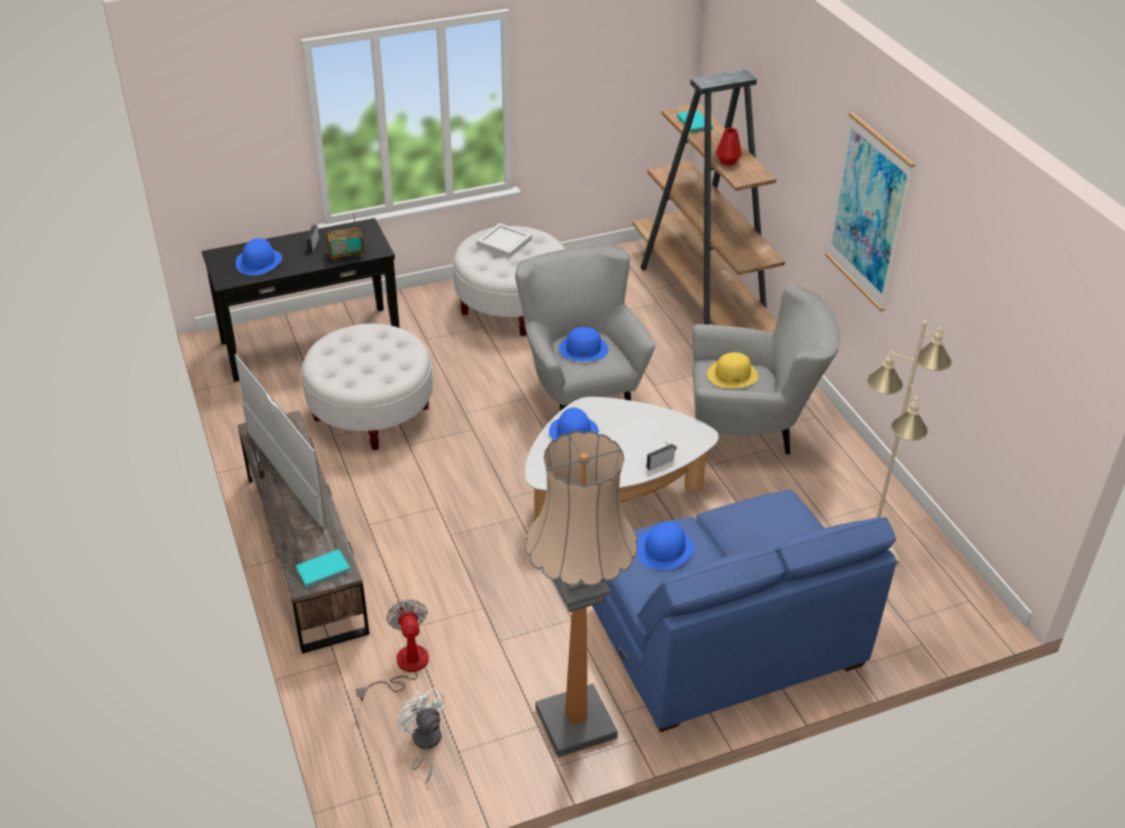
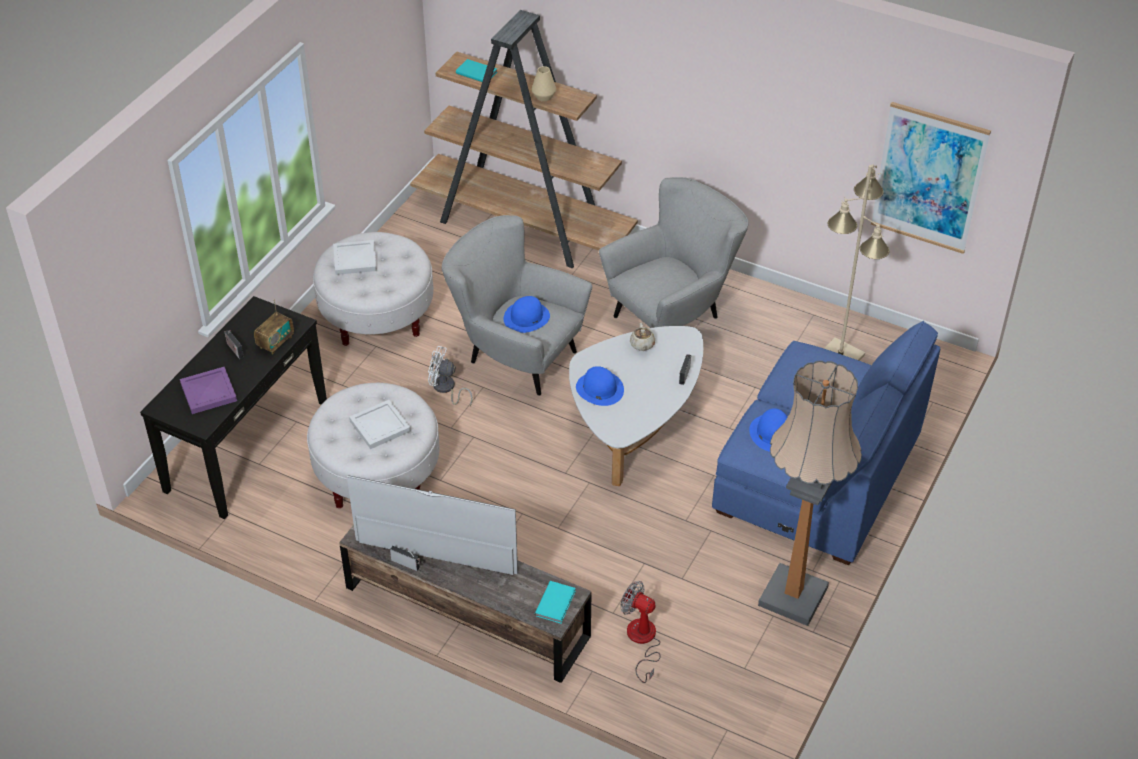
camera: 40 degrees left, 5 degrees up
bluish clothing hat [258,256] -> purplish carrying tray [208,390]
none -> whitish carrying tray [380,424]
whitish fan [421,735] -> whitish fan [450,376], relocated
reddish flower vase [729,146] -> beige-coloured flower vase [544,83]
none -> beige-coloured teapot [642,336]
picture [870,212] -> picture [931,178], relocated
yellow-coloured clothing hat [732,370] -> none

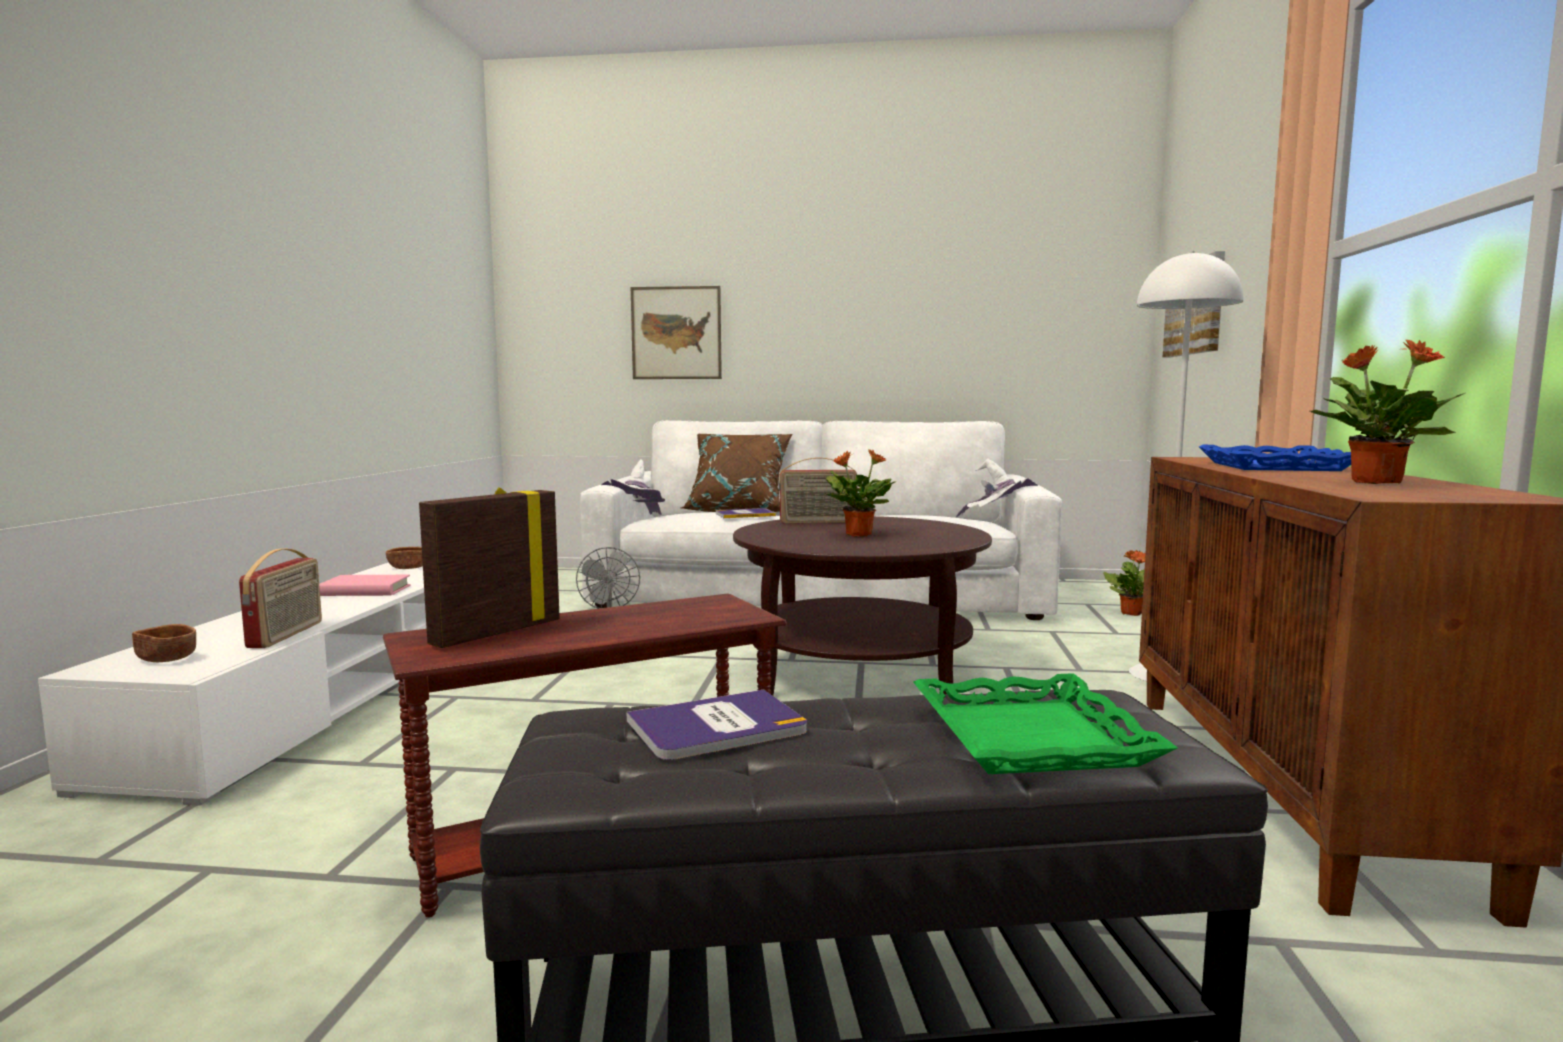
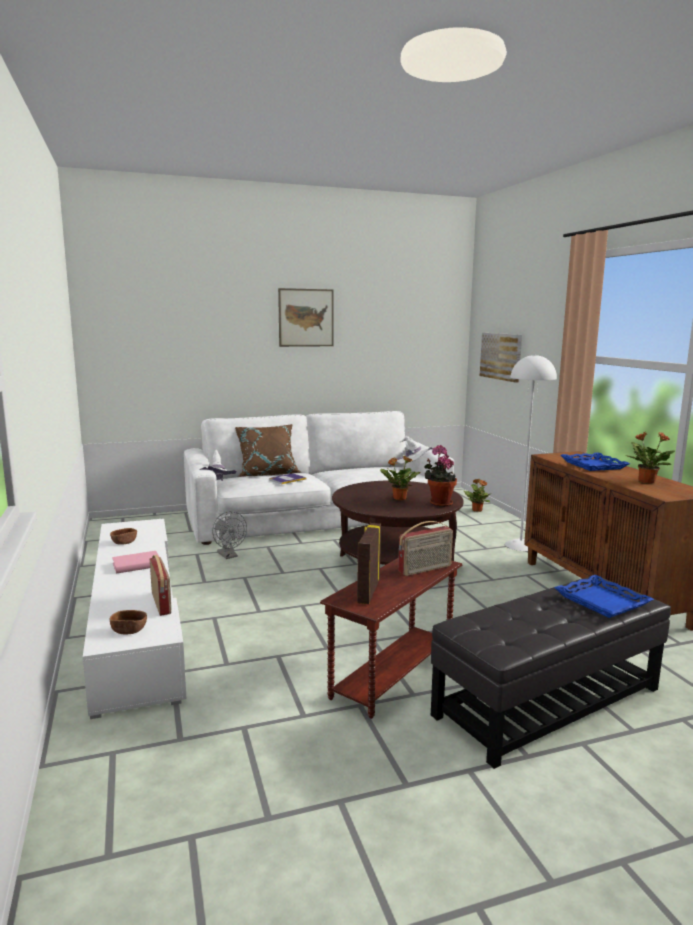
camera: 25 degrees left, 5 degrees up
picture [676,332] -> picture [306,317], relocated
radio [818,491] -> radio [425,548], relocated
none -> houseplant [440,476]
green carrying tray [1045,723] -> bluish carrying tray [604,596]
book [717,724] -> none

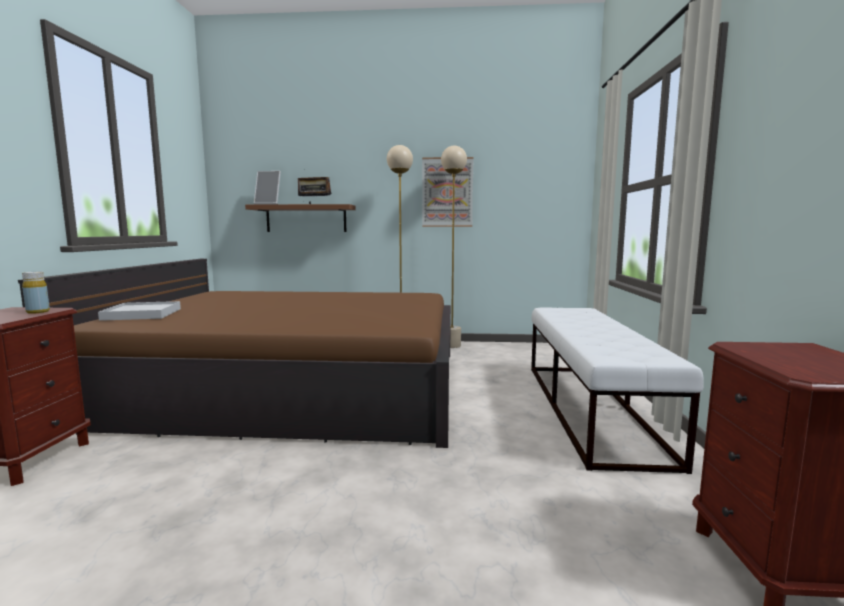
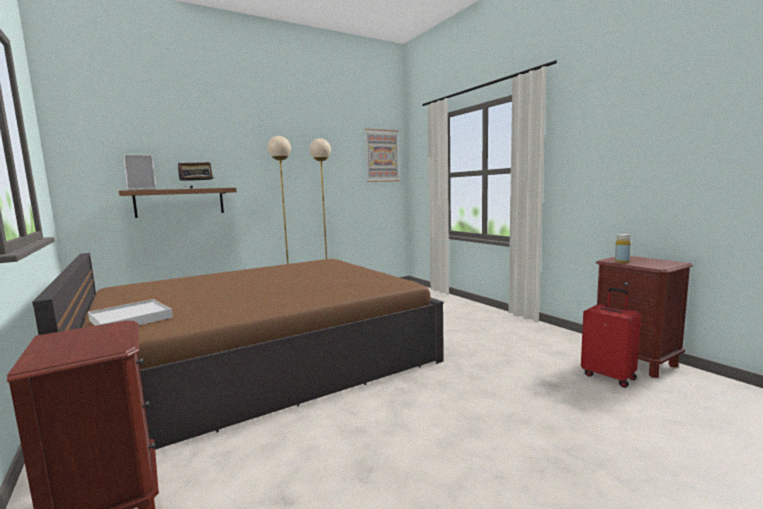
camera: 35 degrees left, 0 degrees up
picture [447,192] -> picture [382,155], relocated
none -> reddish travel case [611,338]
yellow-coloured beverage bottle [36,293] -> yellow-coloured beverage bottle [623,248], relocated
whitish long seat [617,391] -> none

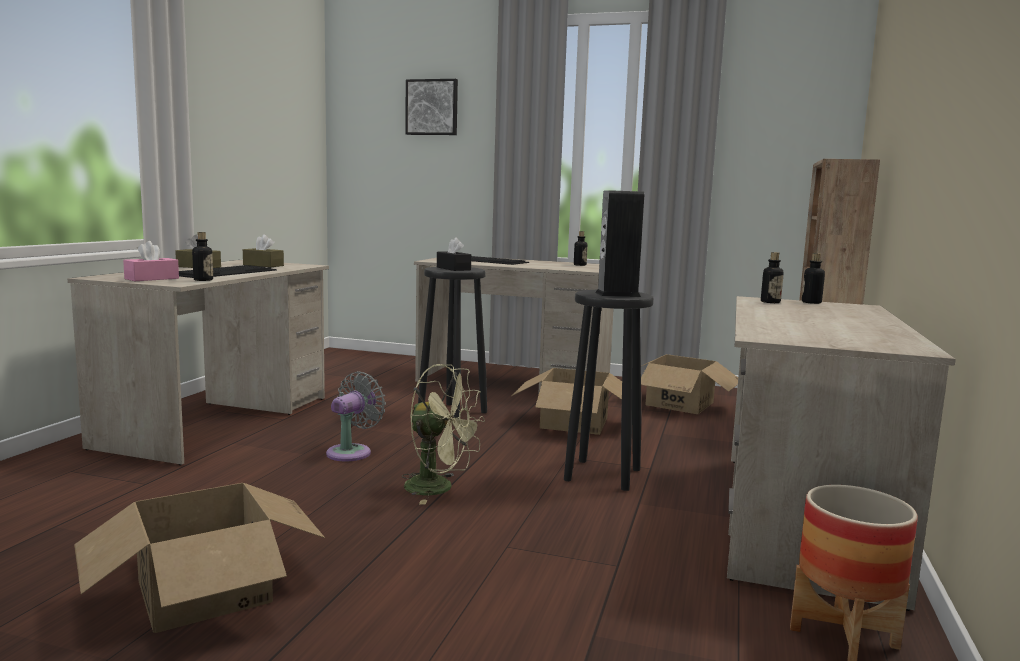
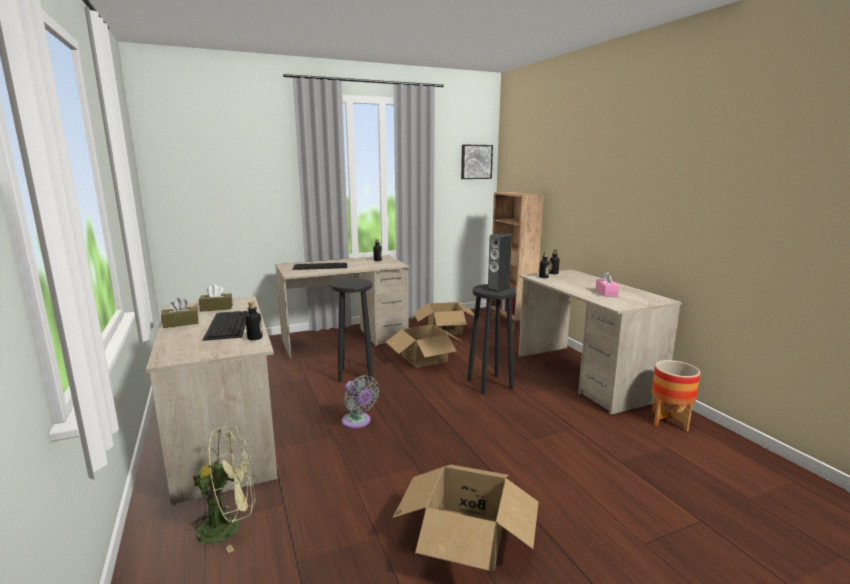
camera: 40 degrees left, 5 degrees up
green fan [443,434] -> green fan [220,489], relocated
greyish fan [356,416] -> greyish fan [361,402], 150 degrees clockwise
picture [431,107] -> picture [477,162], relocated
pinkish box of tissues [151,261] -> pinkish box of tissues [607,284], relocated
black box of tissues [454,254] -> none

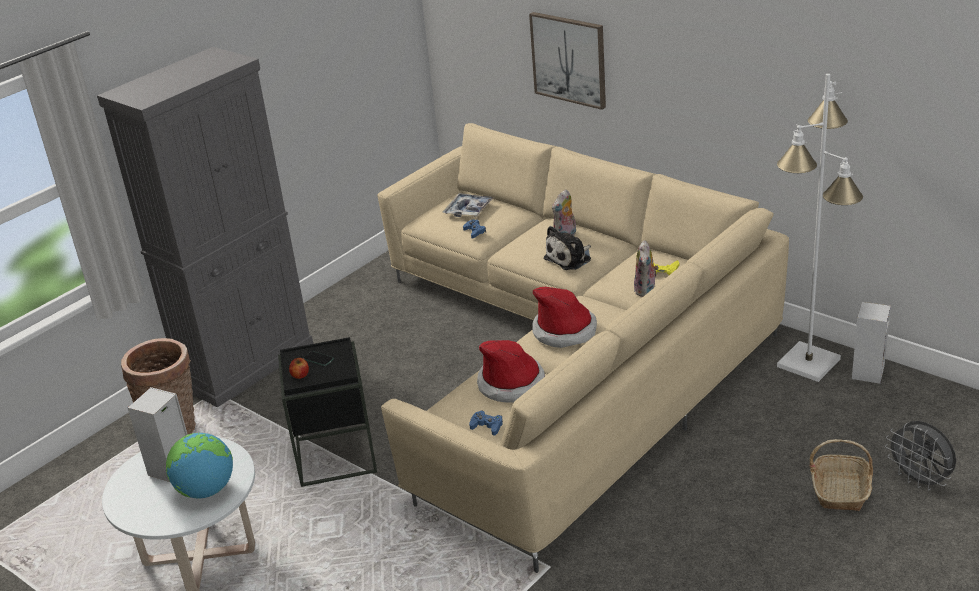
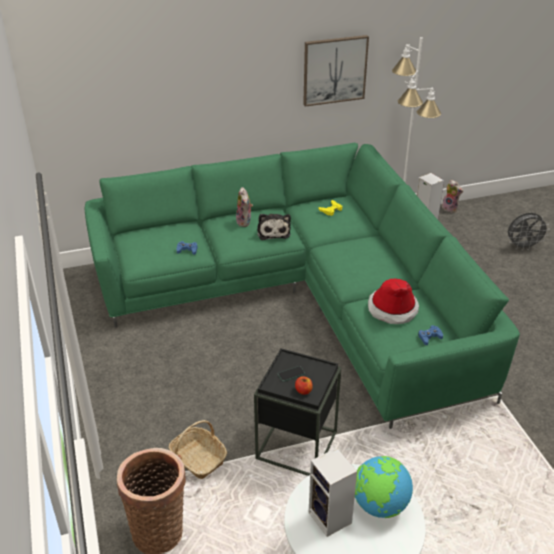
camera: 60 degrees left, 5 degrees up
beige-coloured couch [583,348] -> green couch [302,286]
household basket [841,475] -> household basket [197,449], relocated
picture [567,61] -> picture [336,71], relocated
soft toy [646,268] -> soft toy [452,196], relocated
greyish cabinet [205,227] -> none
carrying tray [468,205] -> none
clothing hat [565,317] -> none

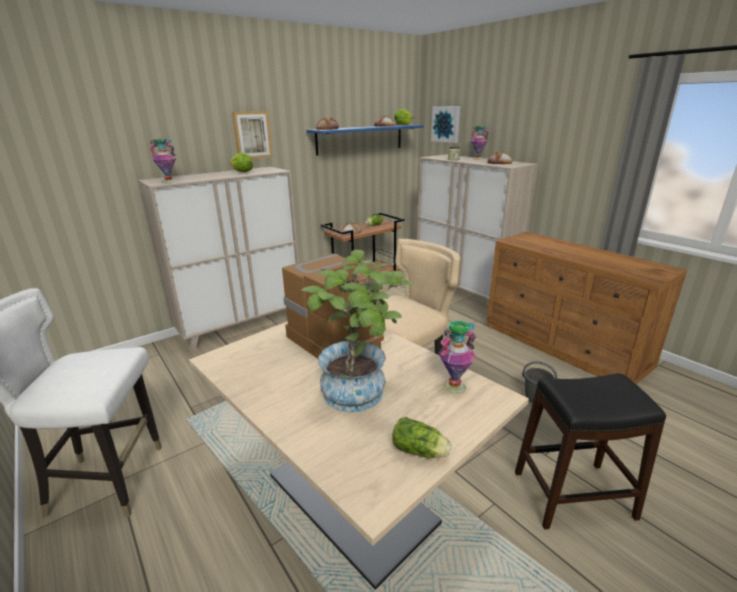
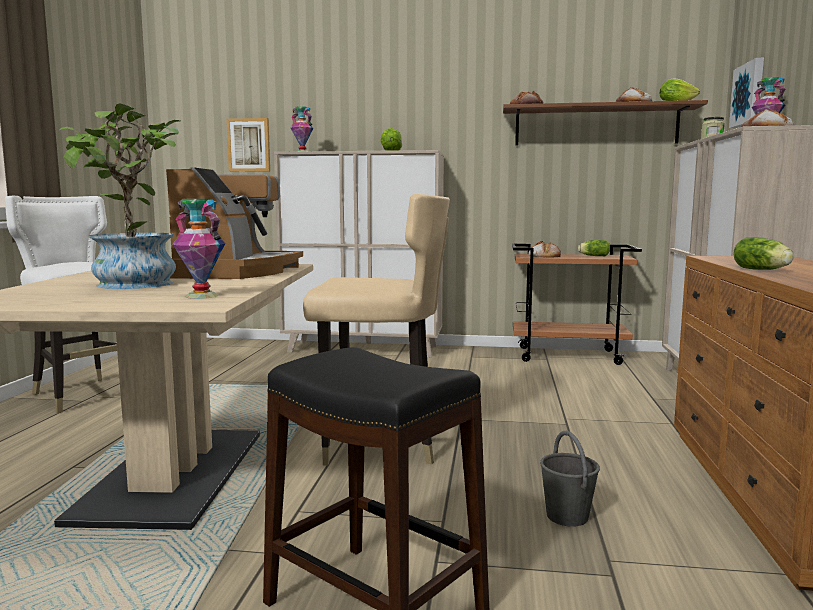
camera: 45 degrees right, 15 degrees down
picture [252,135] -> picture [248,145], relocated
bluish wall shelf [365,140] -> brown wall shelf [605,122]
lettuce head [422,437] -> lettuce head [763,253], relocated

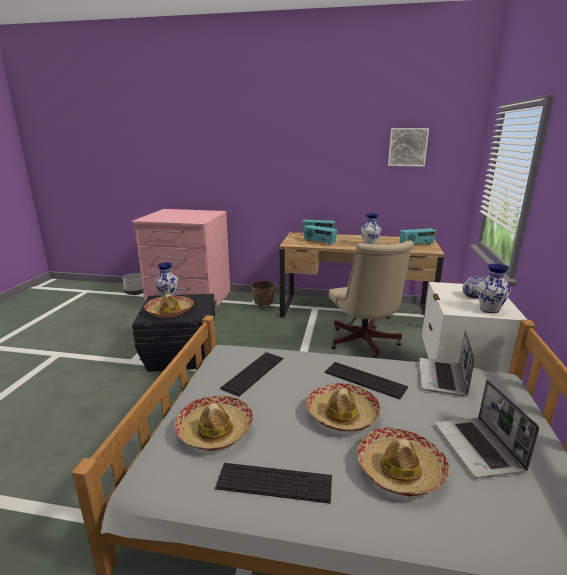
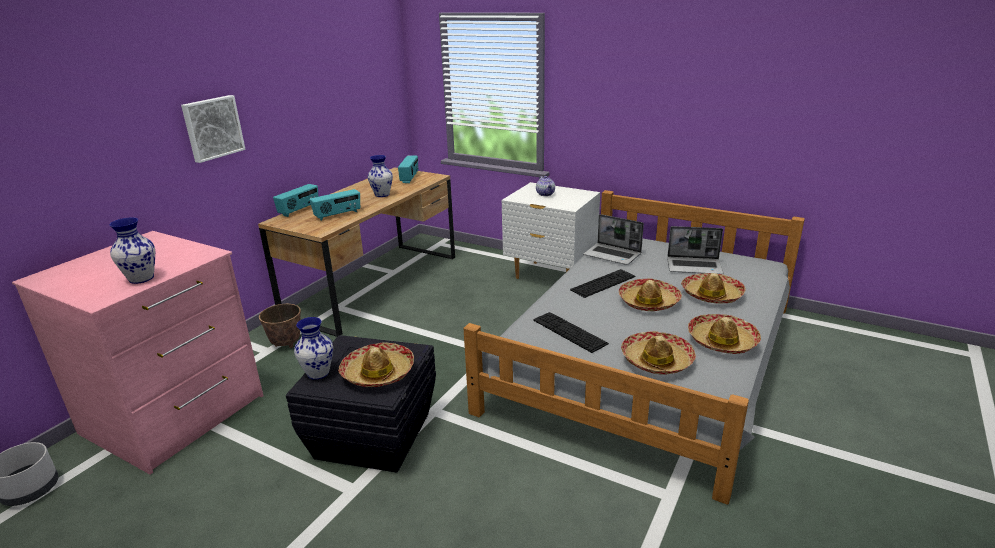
camera: 70 degrees left, 5 degrees up
flower vase [494,288] -> flower vase [132,251], relocated
picture [408,147] -> picture [213,129], relocated
PC keyboard [273,483] -> clothing hat [724,334]
beige-coloured desk chair [371,299] -> none

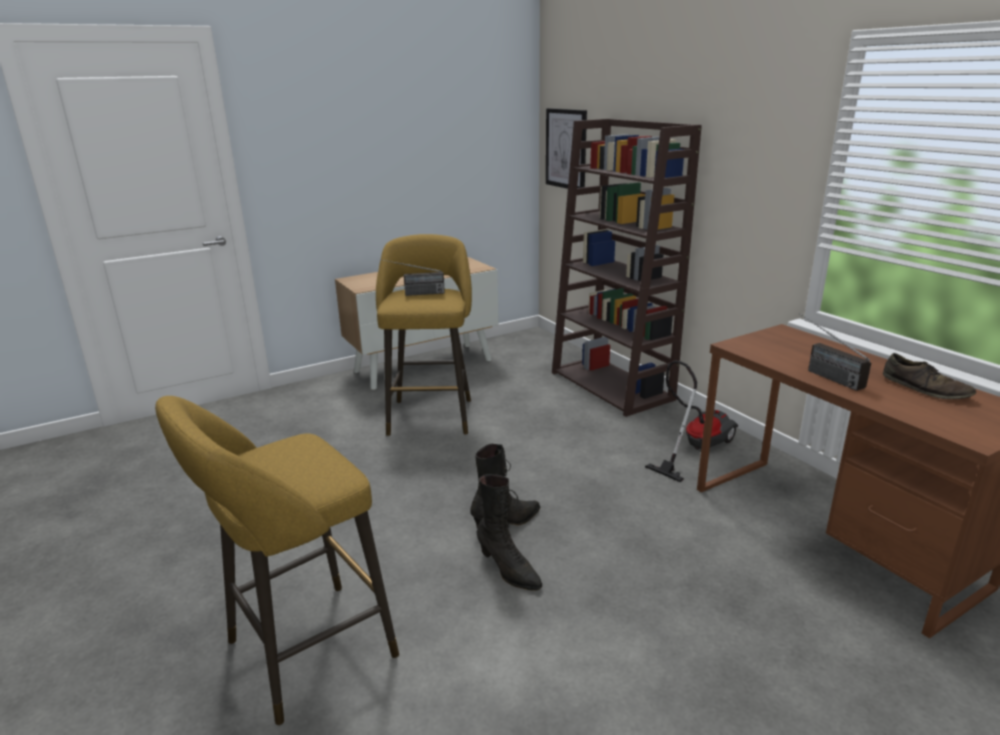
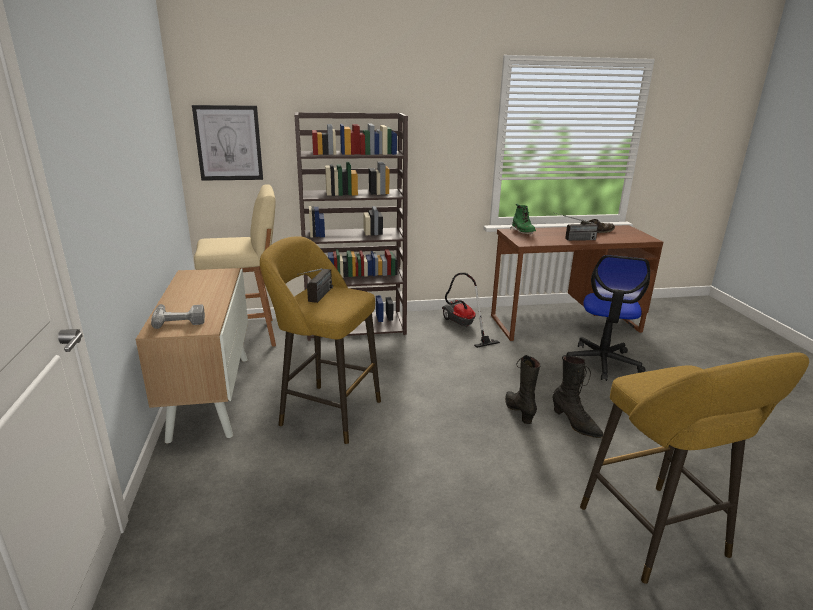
camera: 70 degrees left, 0 degrees up
none -> power drill [178,316]
none -> beige-coloured stool [235,265]
none -> green tall boot [523,219]
black tall boot [509,532] -> black tall boot [577,397], 75 degrees clockwise
none -> desk chair [606,318]

